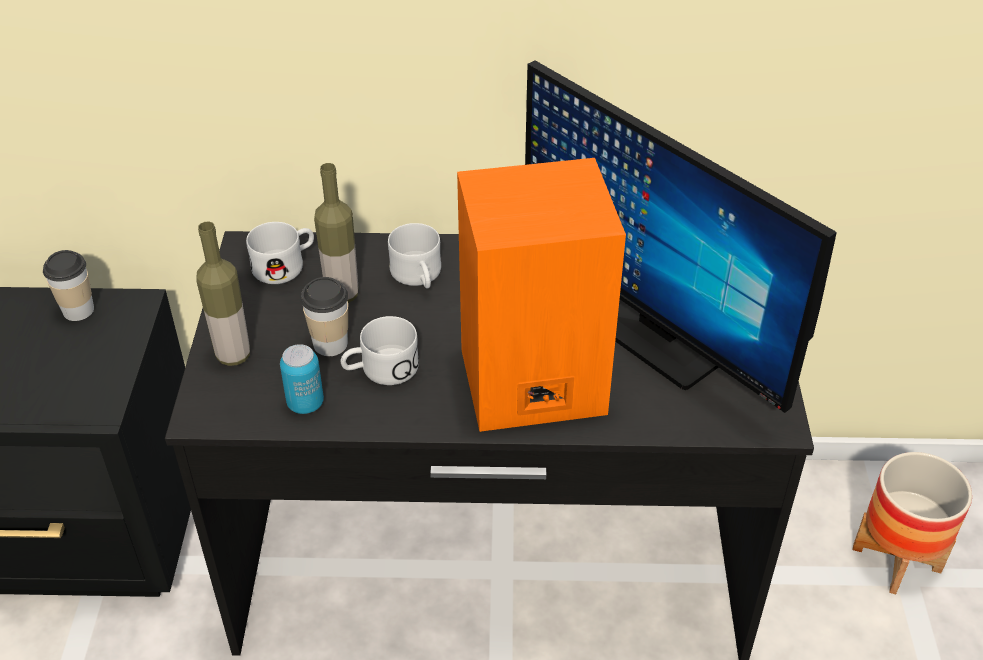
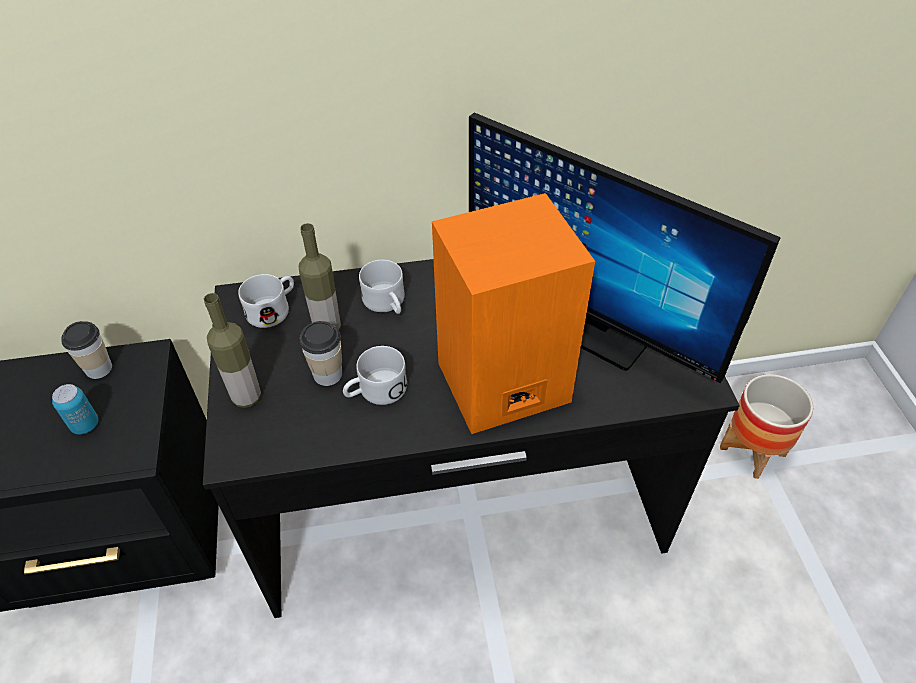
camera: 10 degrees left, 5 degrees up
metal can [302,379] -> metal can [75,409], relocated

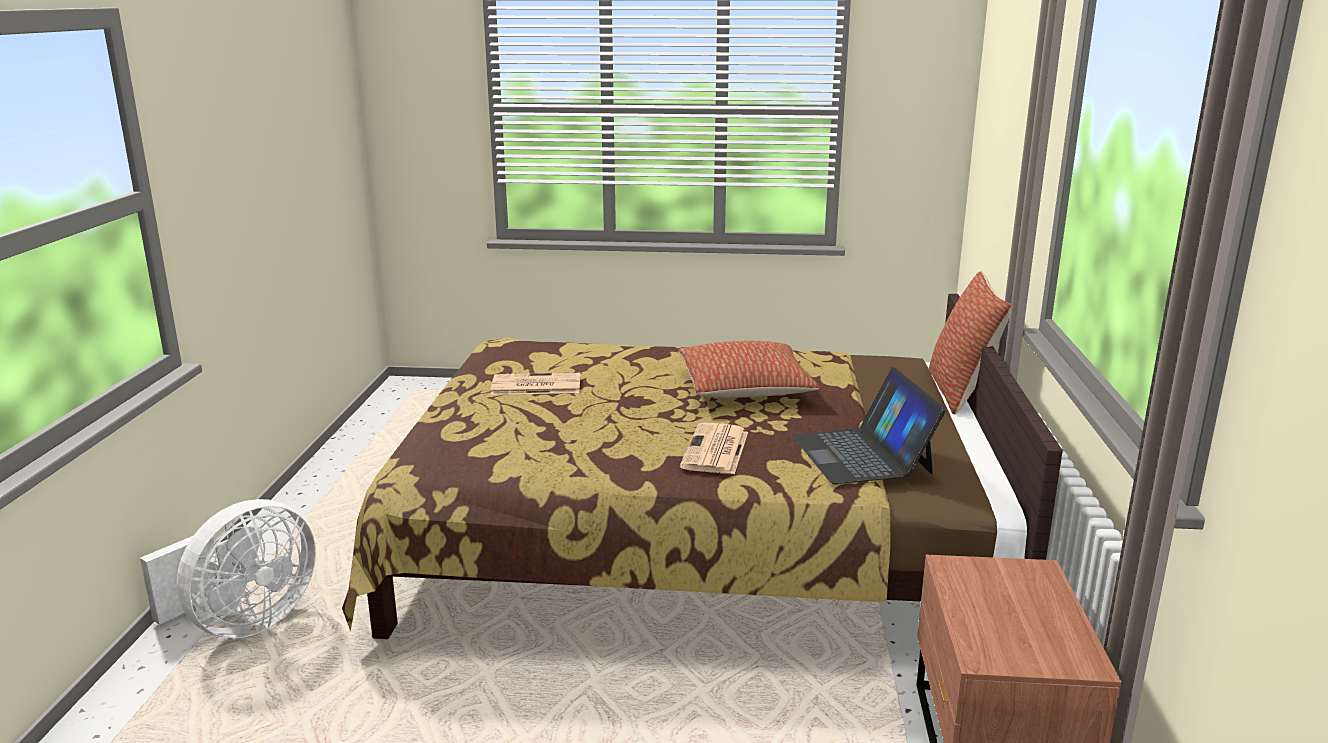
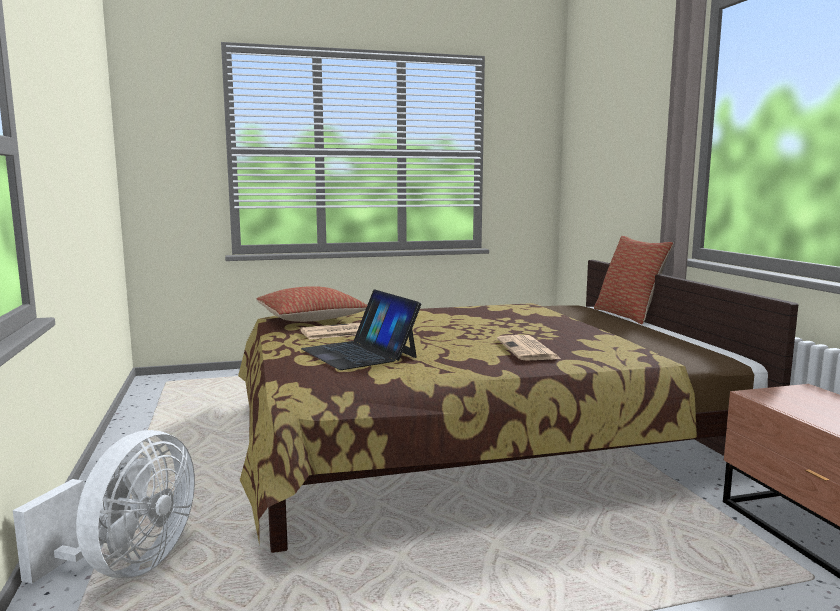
camera: 20 degrees left, 10 degrees down
pillow [748,369] -> pillow [312,304], relocated
laptop [869,425] -> laptop [361,329], relocated

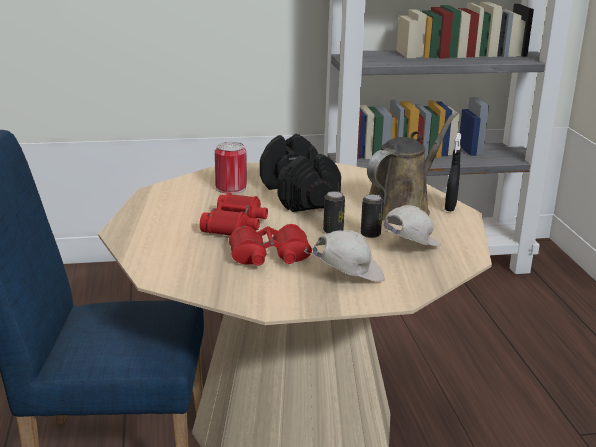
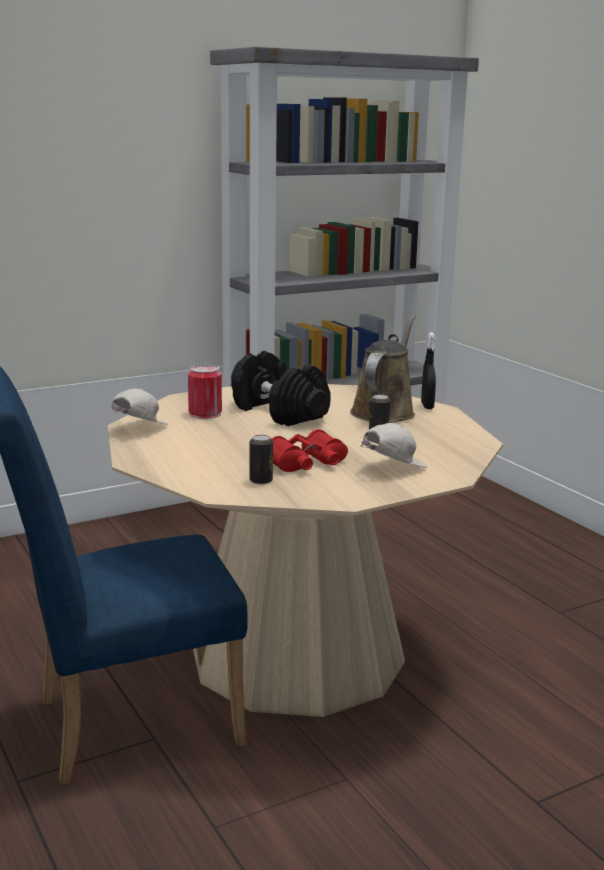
camera: 20 degrees left, 5 degrees down
whitish cap [412,226] -> whitish cap [139,406], relocated
metal can [334,212] -> metal can [261,459], relocated
reddish binoculars [234,214] -> none

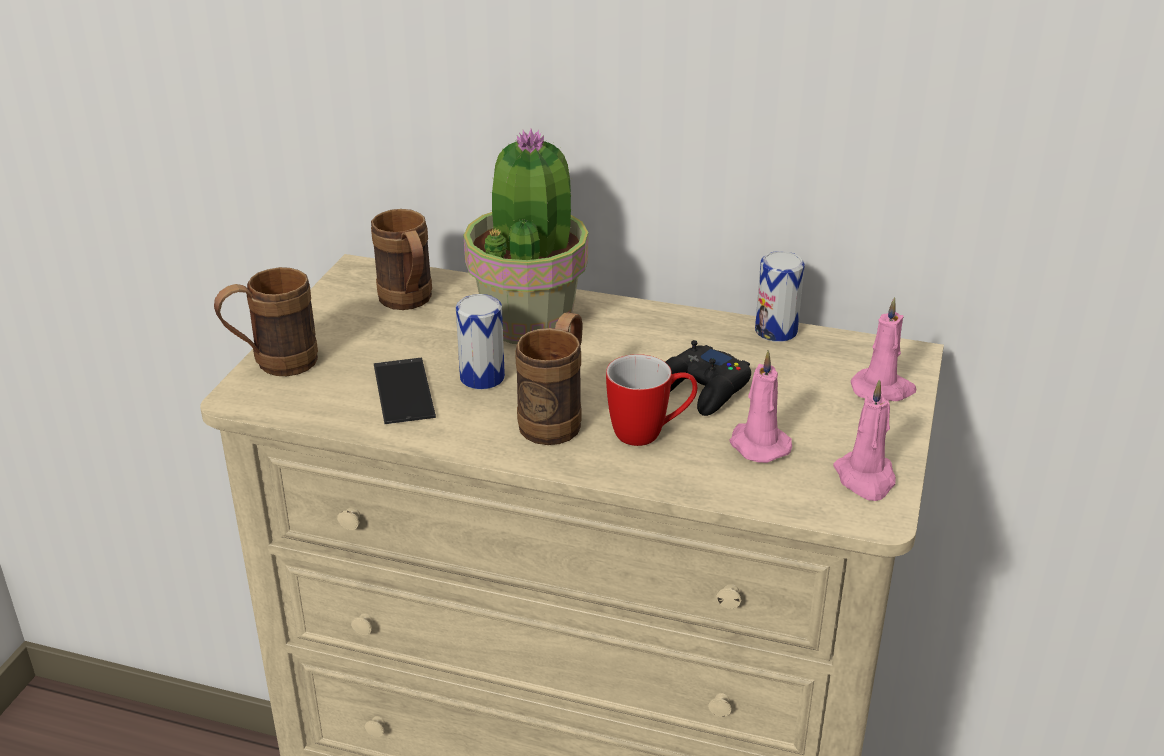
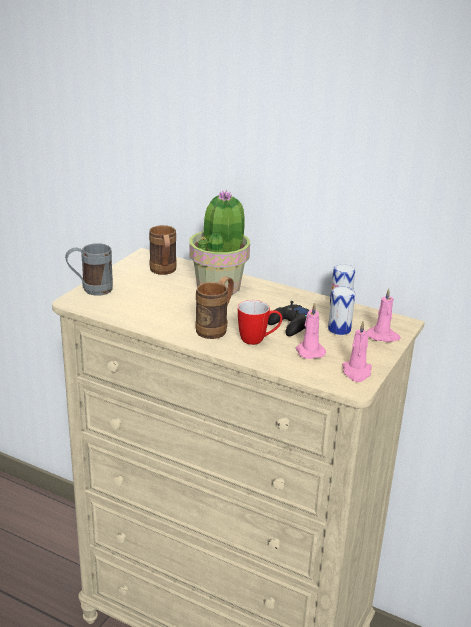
camera: 10 degrees right, 5 degrees down
brown tea mug [266,321] -> greyish tea mug [89,269]
metal can [480,342] -> metal can [341,310], relocated
telephone [405,390] -> none

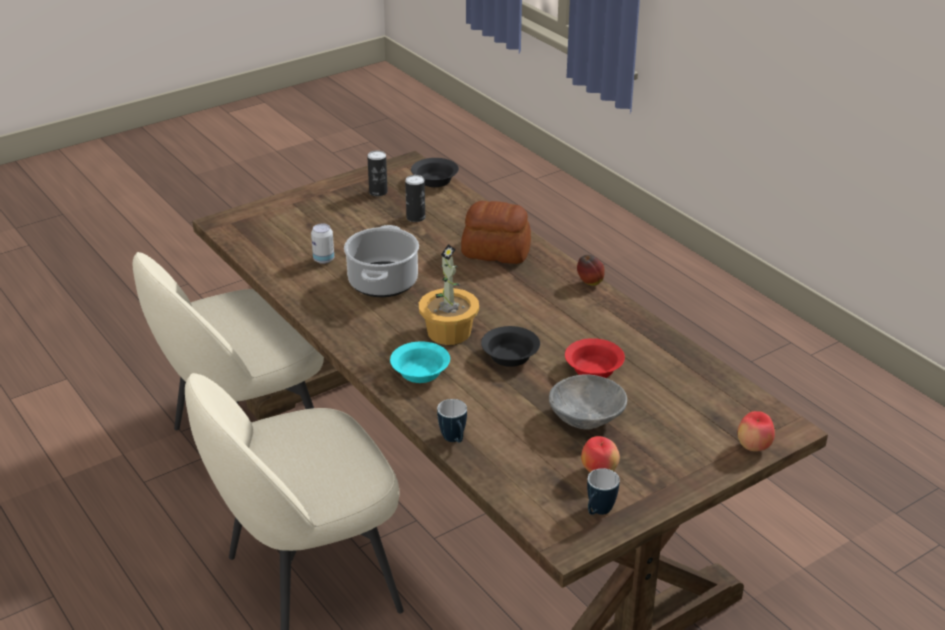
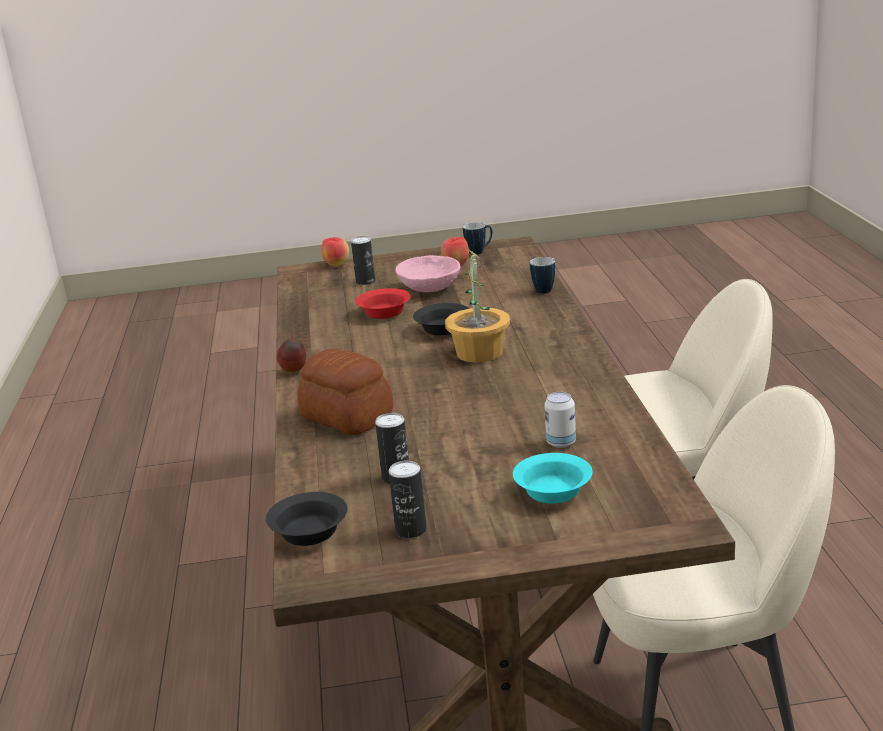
camera: 150 degrees left, 10 degrees down
none -> metal can [363,260]
greyish bowl [588,401] -> pinkish bowl [428,274]
turquoise-coloured bowl [420,362] -> turquoise-coloured bowl [553,478], relocated
stockpot [381,261] -> none

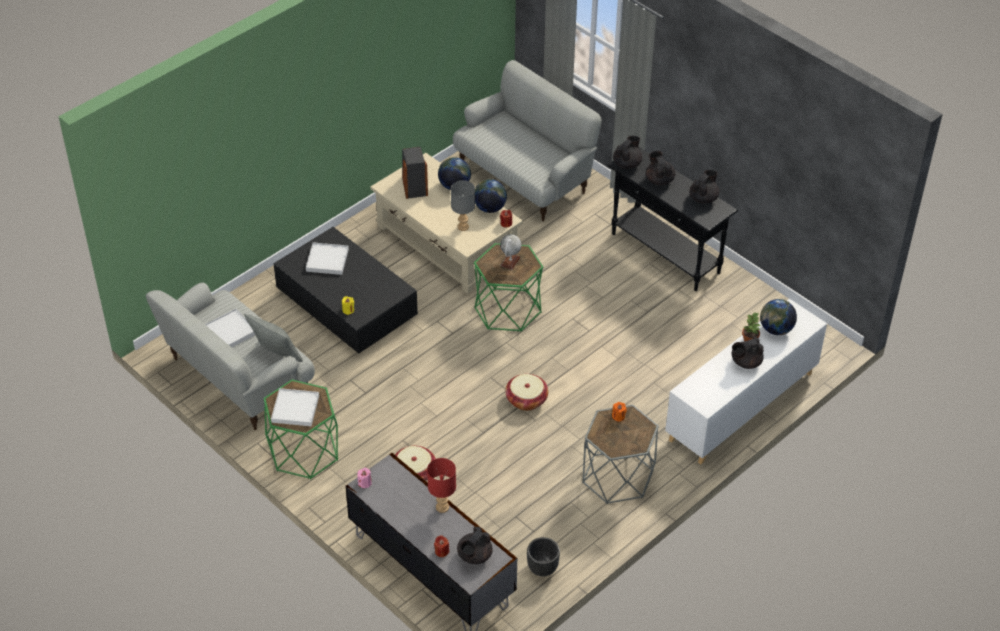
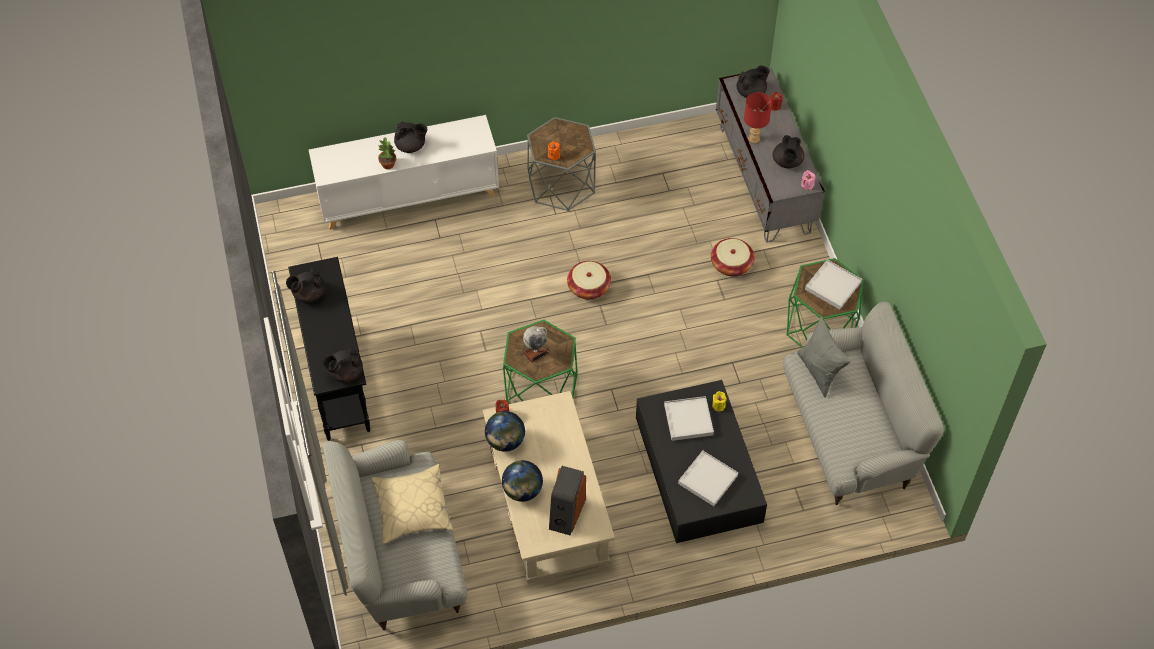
camera: 150 degrees left, 10 degrees up
none -> beige-coloured pillow [412,504]
whitish carrying tray [230,328] -> whitish carrying tray [689,418], relocated
black teapot [660,168] -> black teapot [788,151], relocated
greyish tabletop lamp [463,205] -> none
black plant pot [543,556] -> none
globe [778,317] -> none

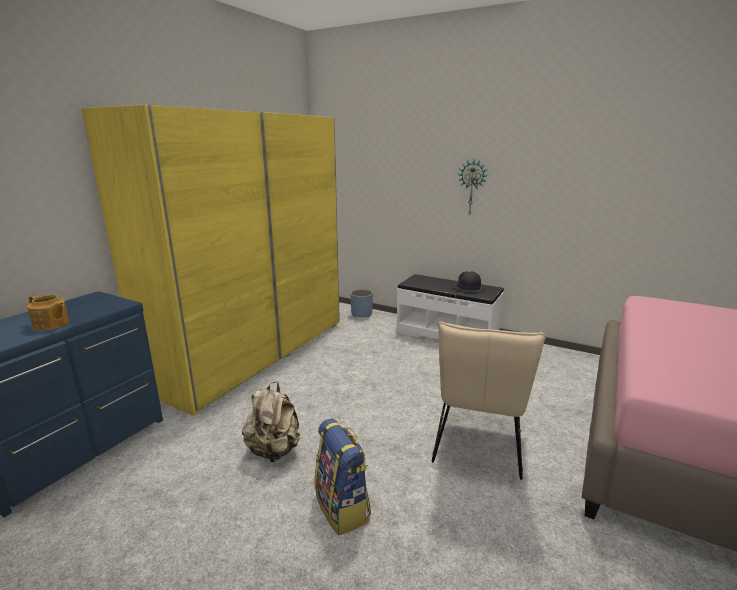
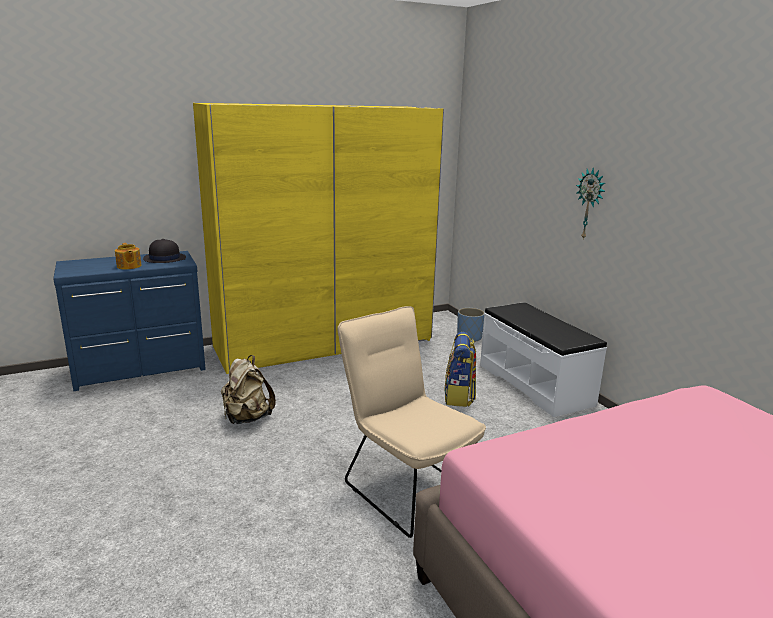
camera: 35 degrees right, 0 degrees up
black clothing hat [469,281] -> black clothing hat [164,251], relocated
beige-coloured chair [489,401] -> beige-coloured chair [411,422], 90 degrees clockwise
knapsack [342,477] -> knapsack [460,369], relocated

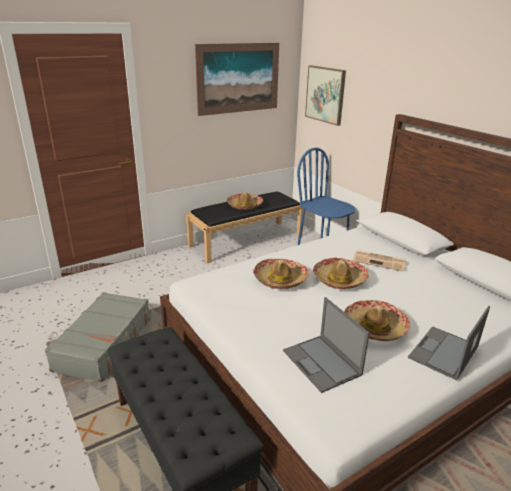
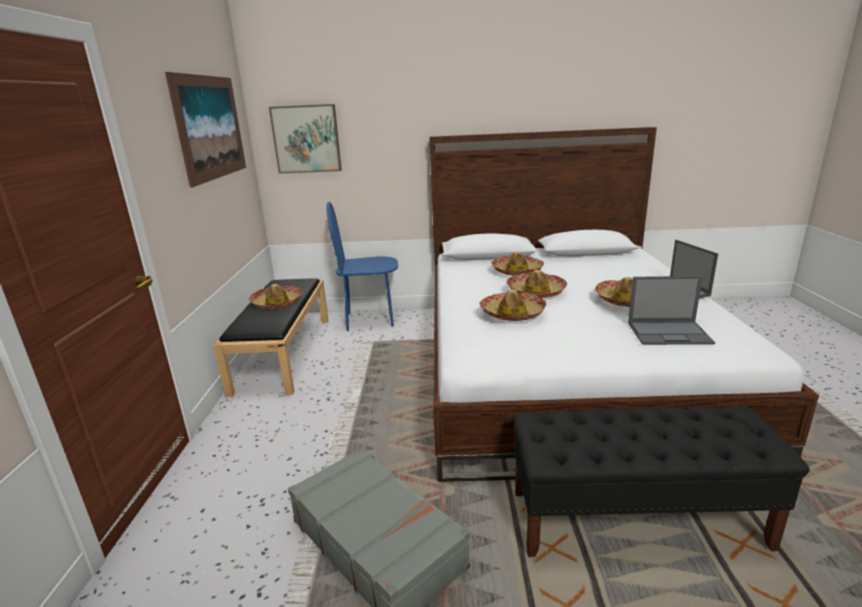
camera: 55 degrees left, 5 degrees down
printed paper [379,260] -> clothing hat [517,264]

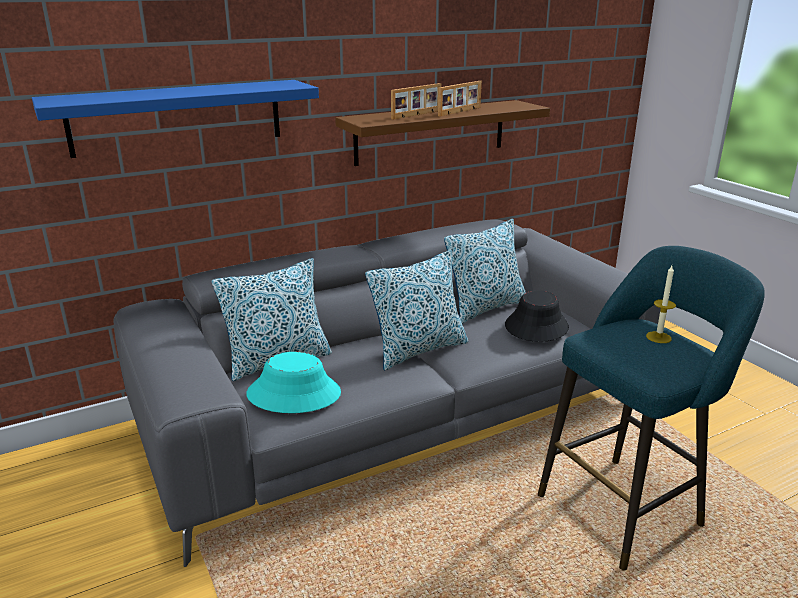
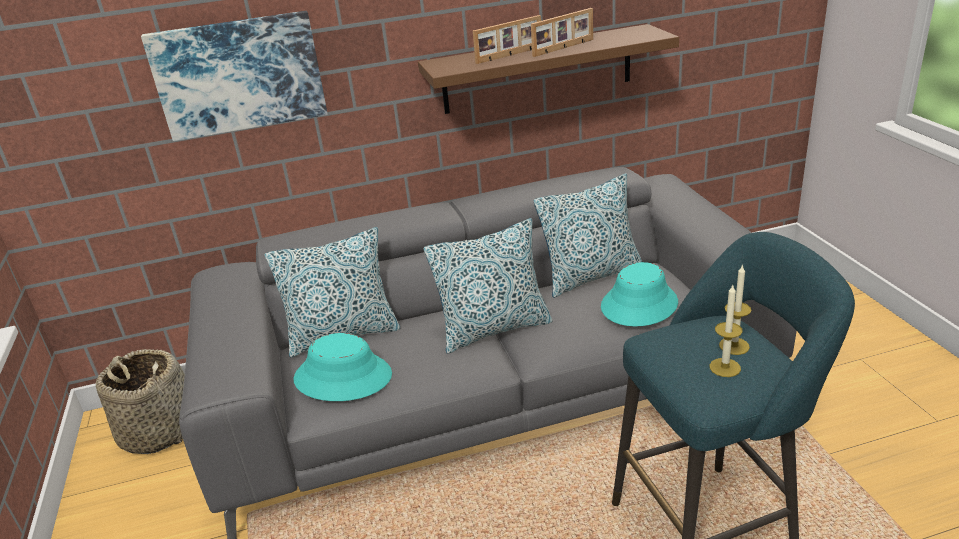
camera: 15 degrees right, 5 degrees up
none -> household basket [140,401]
bluish wall shelf [175,119] -> picture [234,76]
black clothing hat [537,316] -> turquoise-coloured clothing hat [639,294]
none -> wax light [726,331]

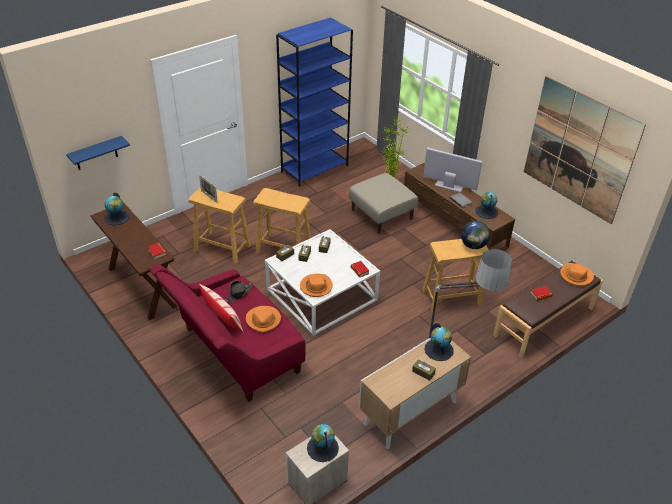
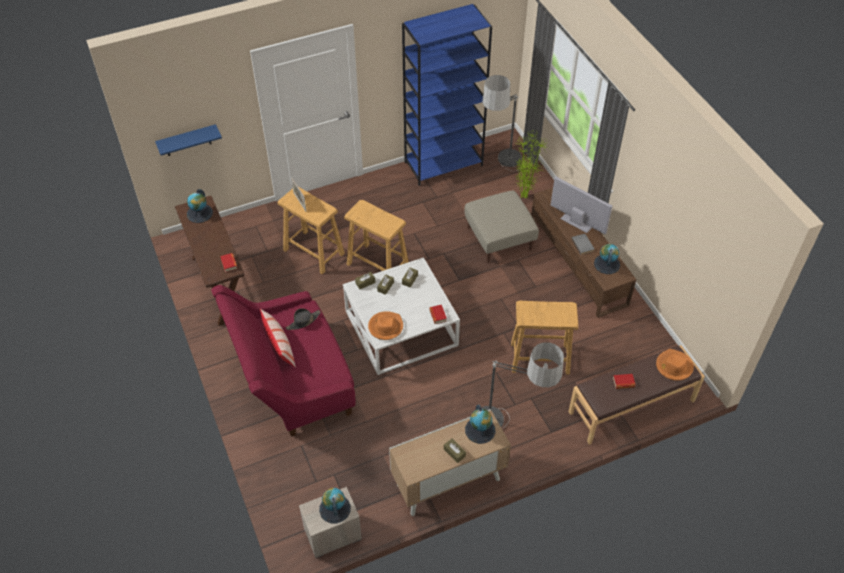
camera: 15 degrees right, 10 degrees up
none -> standard lamp [502,123]
orange-coloured clothing hat [263,319] -> none
globe [475,235] -> none
picture [585,150] -> none

